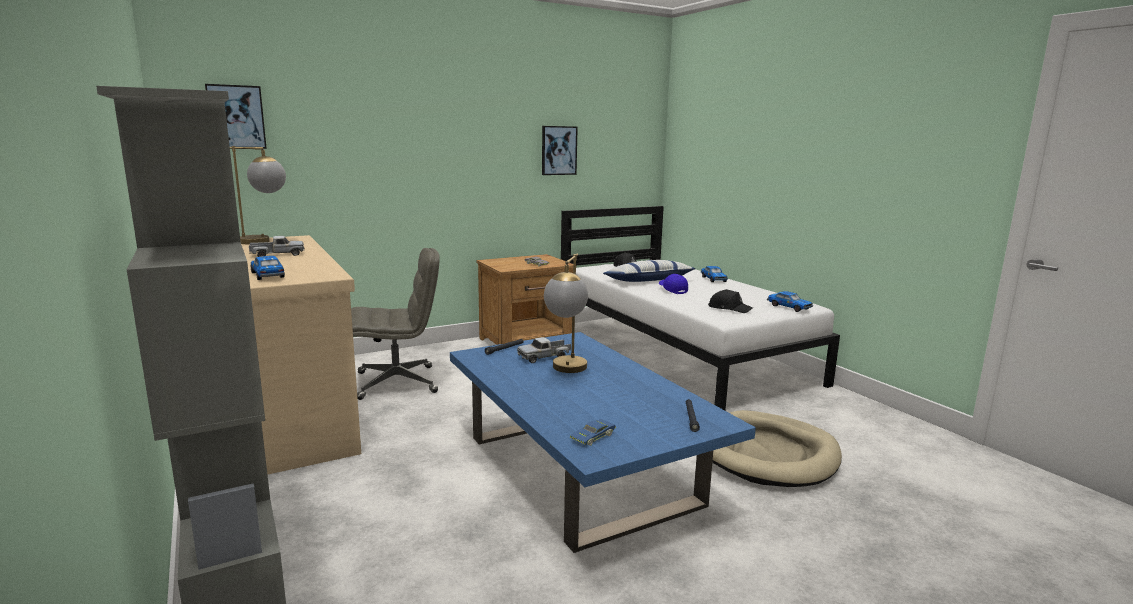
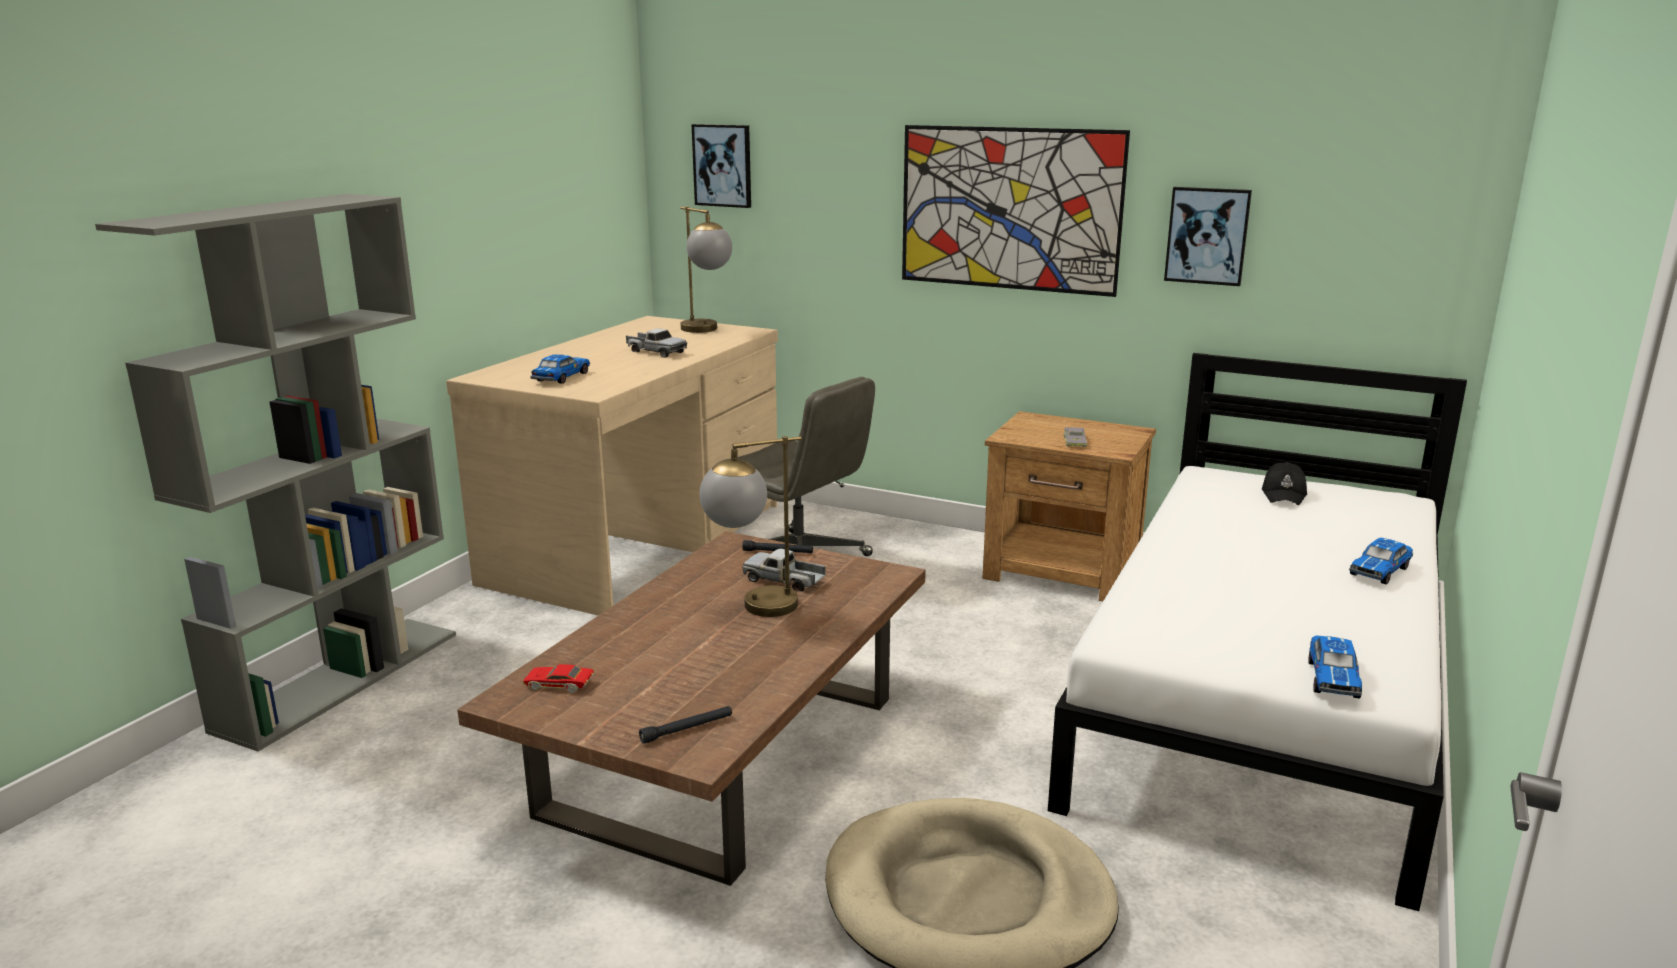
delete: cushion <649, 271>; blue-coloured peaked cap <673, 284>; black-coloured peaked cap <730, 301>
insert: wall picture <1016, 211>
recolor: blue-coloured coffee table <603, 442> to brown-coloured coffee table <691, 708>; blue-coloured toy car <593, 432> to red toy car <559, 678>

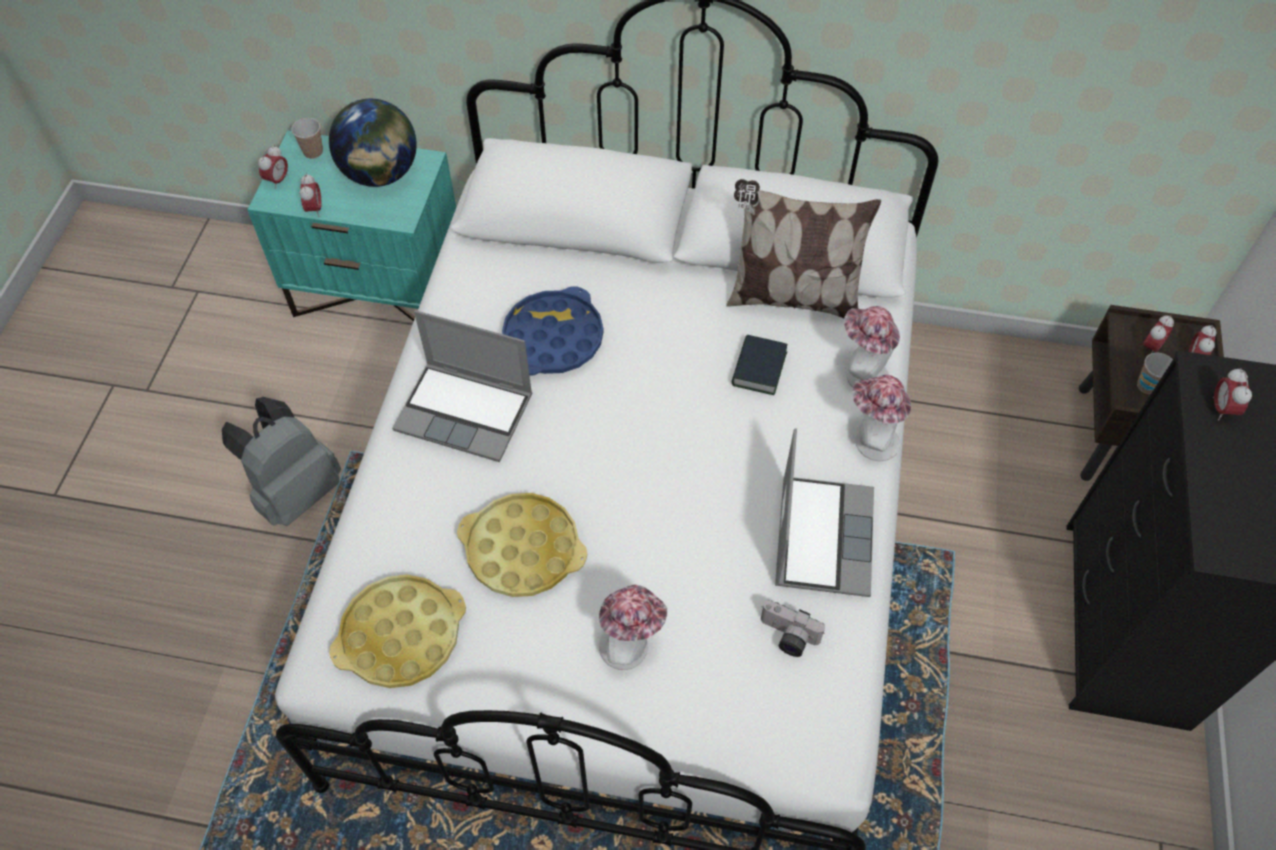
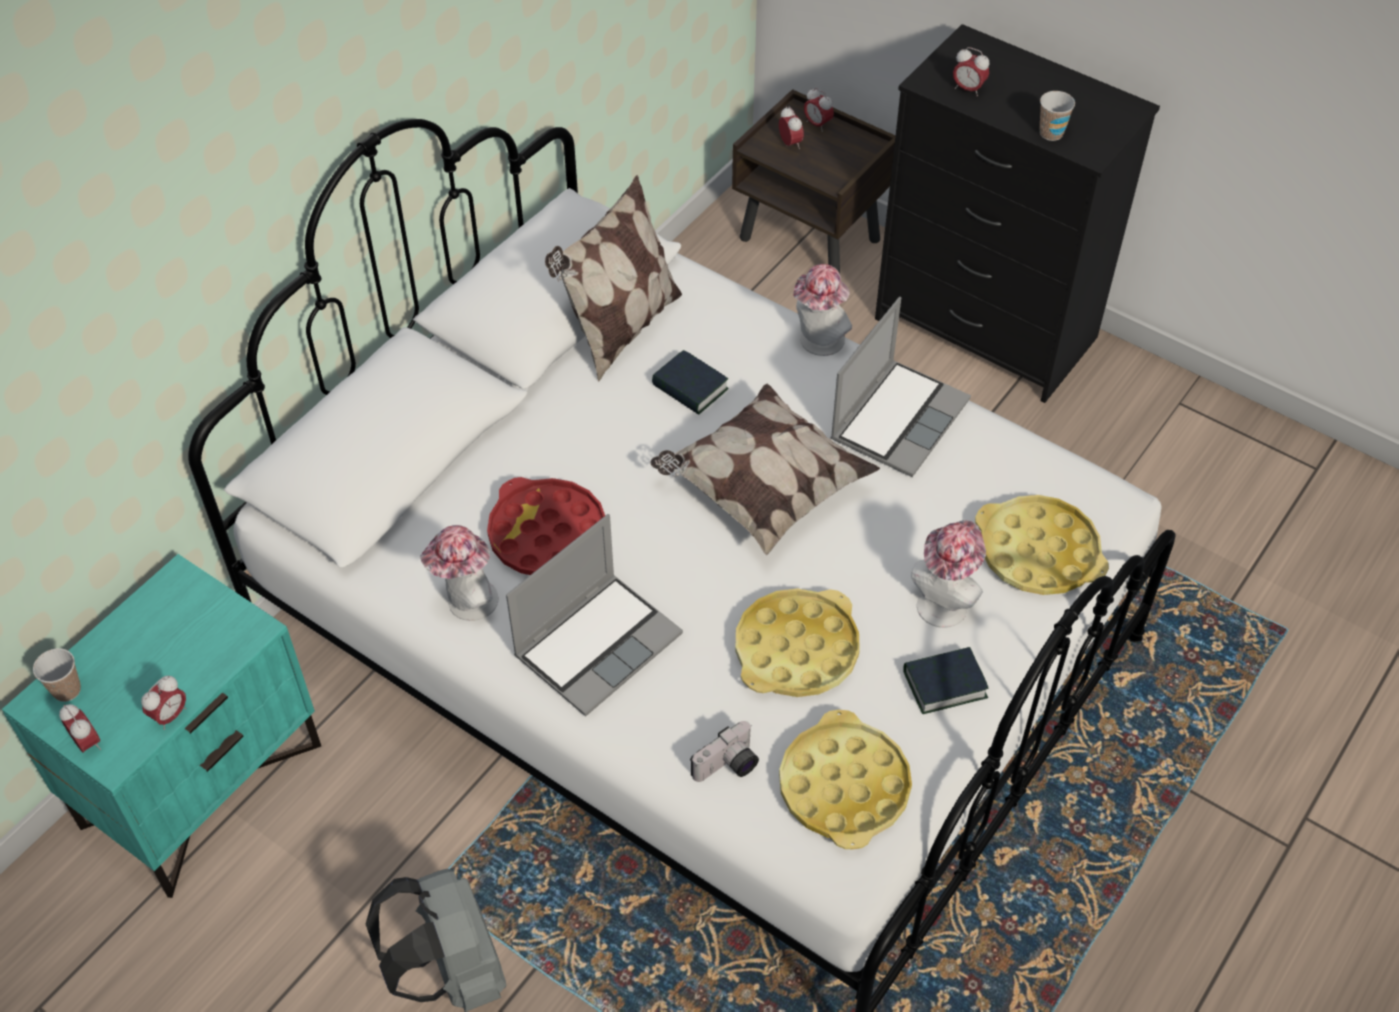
delete: desk globe <373, 143>
insert: cushion <765, 469>; book <946, 680>; yellowish tray <1042, 545>
move: still camera <793, 628> to <724, 751>; wearable hat <872, 346> to <459, 573>; small cup <1155, 373> to <1057, 116>
recolor: blue-coloured tray <553, 331> to red tray <546, 526>
rotate: table clock <311, 195> = <163, 703> 105 degrees clockwise; portable computer <824, 512> = <900, 387> 90 degrees clockwise

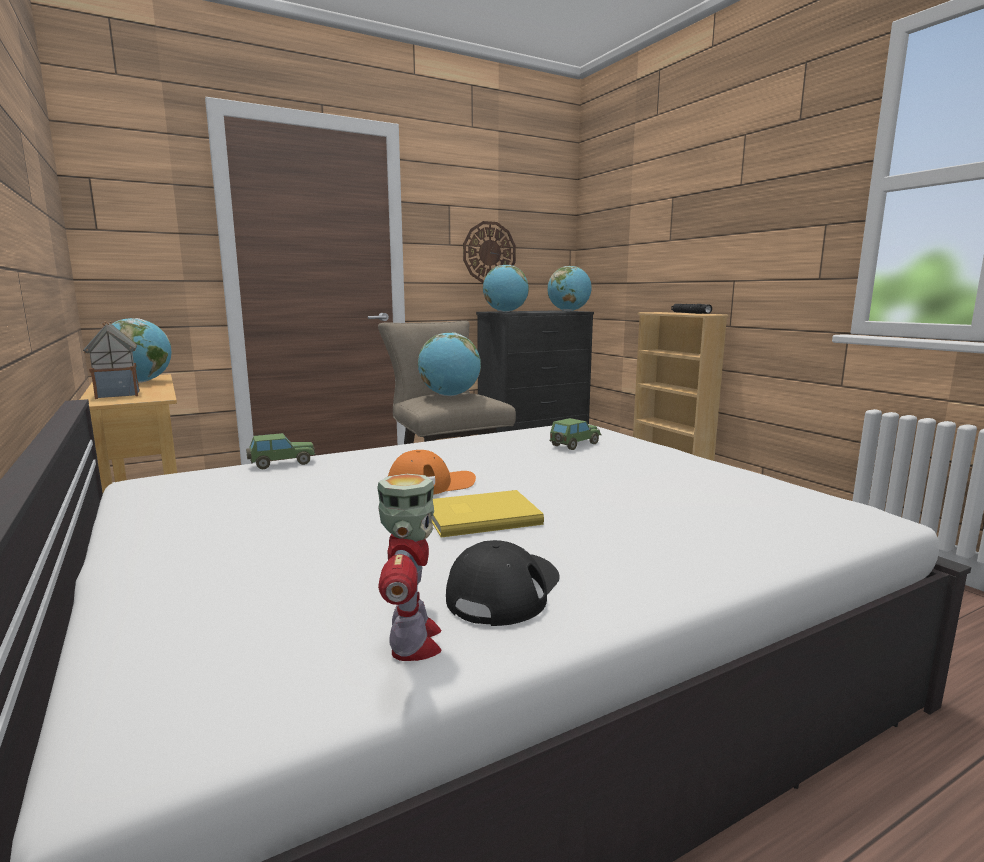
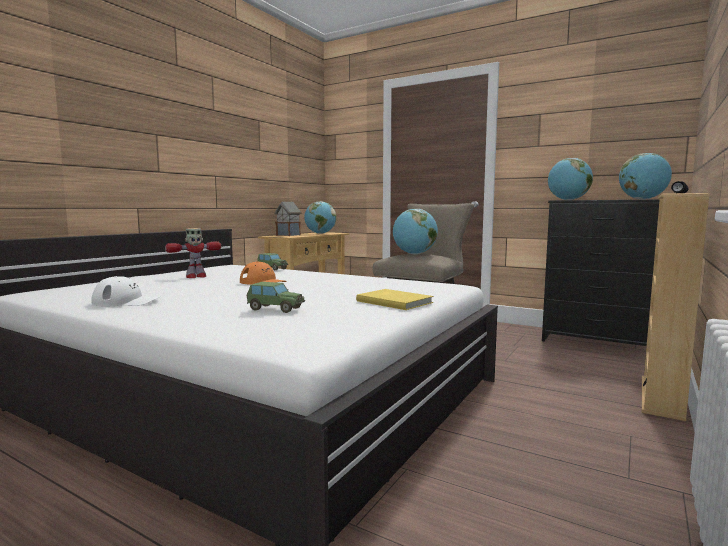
delete: hanging clock <489, 252>
move: model robot <409, 567> to <193, 253>; yellowish book <488, 513> to <394, 299>; toy car <576, 434> to <276, 297>
recolor: black-coloured peaked cap <503, 583> to white-coloured peaked cap <126, 291>

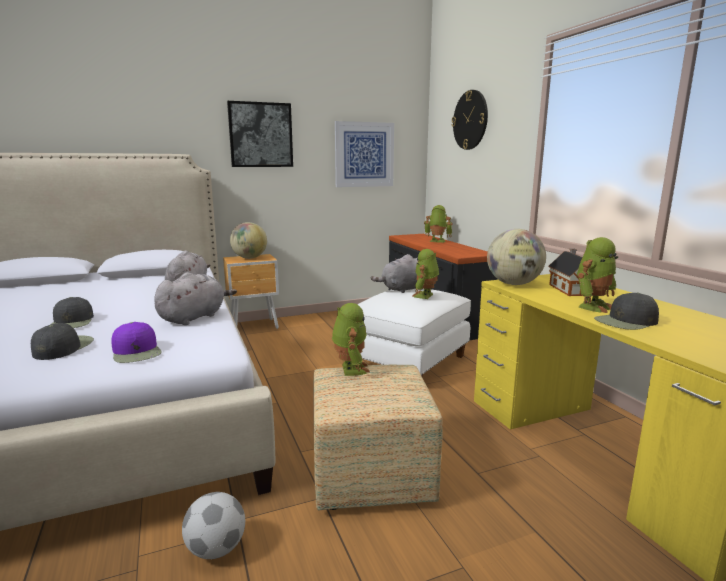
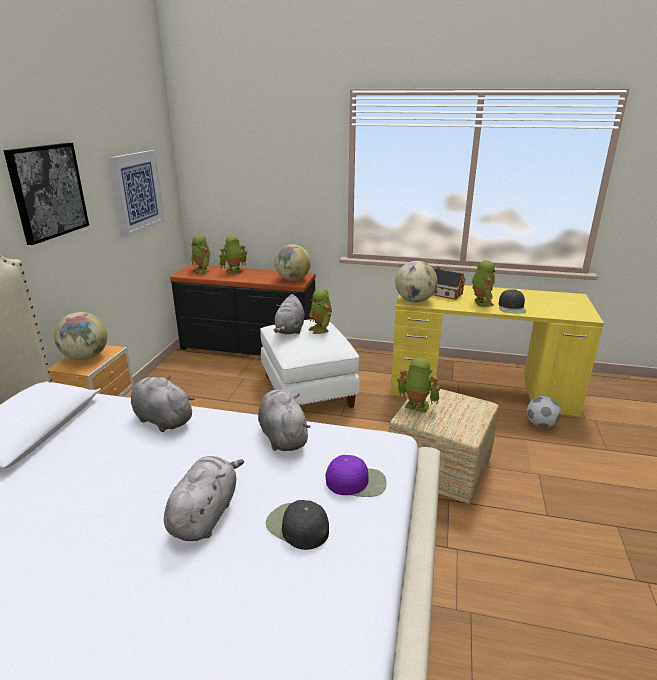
delete: hanging clock <470, 120>
insert: model robot <200, 254>; desk globe <293, 262>
move: football ball <213, 525> to <544, 412>
replace: black-coloured peaked cap <72, 312> to grey plush toy <204, 498>

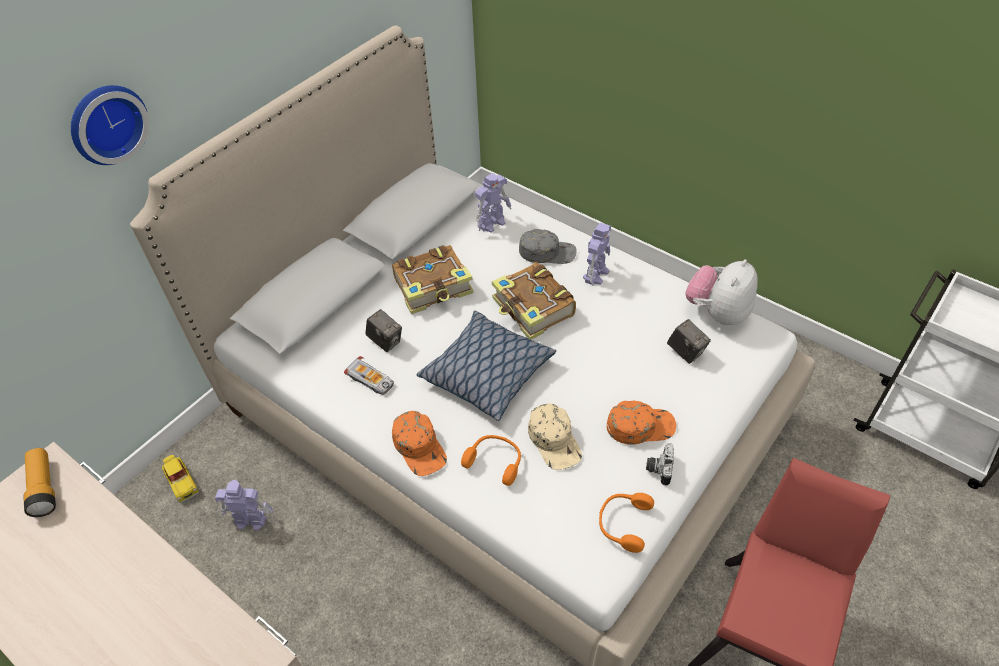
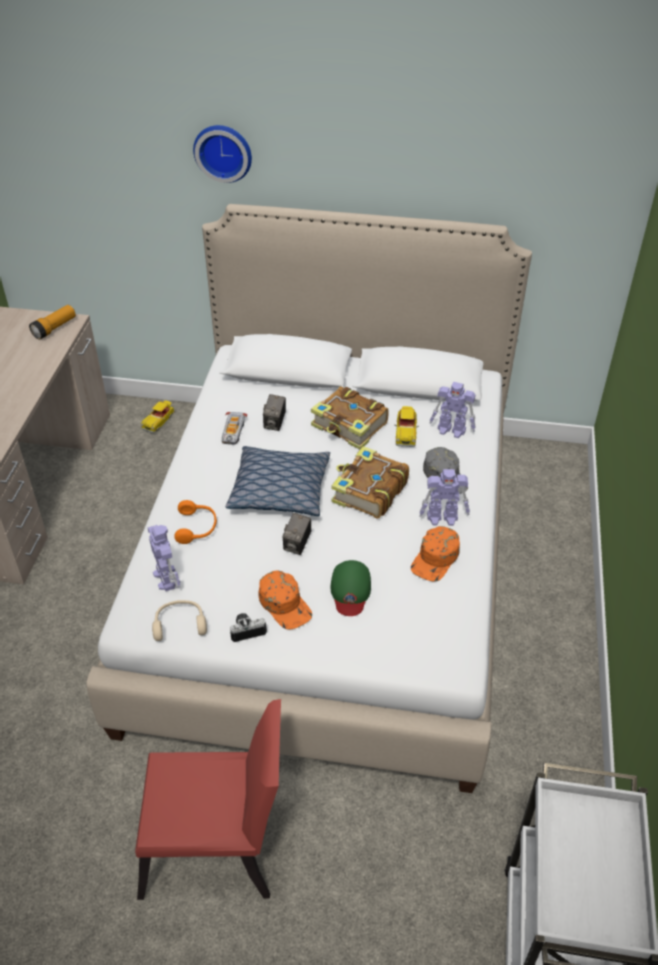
delete: beige-coloured peaked cap <555, 436>; plush toy <722, 292>
insert: green-coloured peaked cap <351, 588>; toy car <407, 426>
move: model robot <244, 505> to <164, 558>; orangey peaked cap <419, 443> to <435, 554>; still camera <689, 341> to <297, 534>
recolor: orangey headphones <626, 523> to beige-coloured headphones <179, 620>

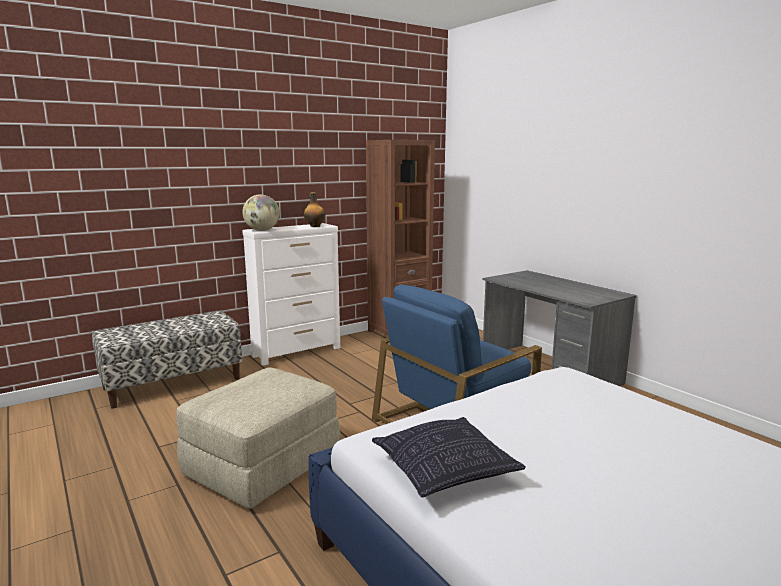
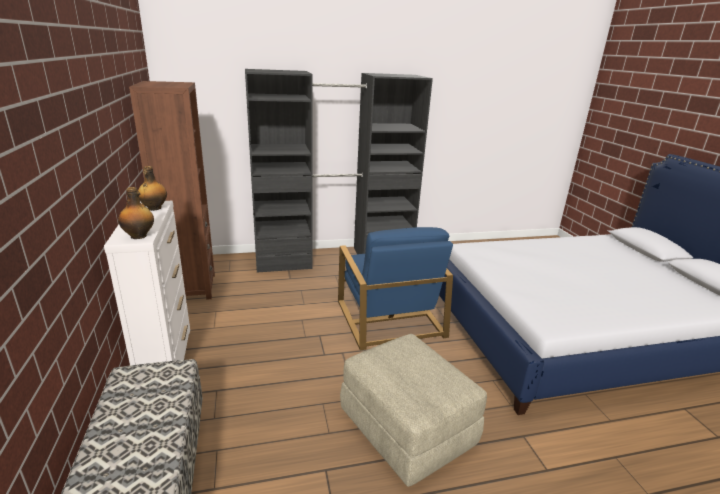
delete: cushion <449, 457>
replace: desk globe <261, 212> to drink bottle <136, 213>; grey desk unit <560, 328> to black-coloured armoire <339, 170>

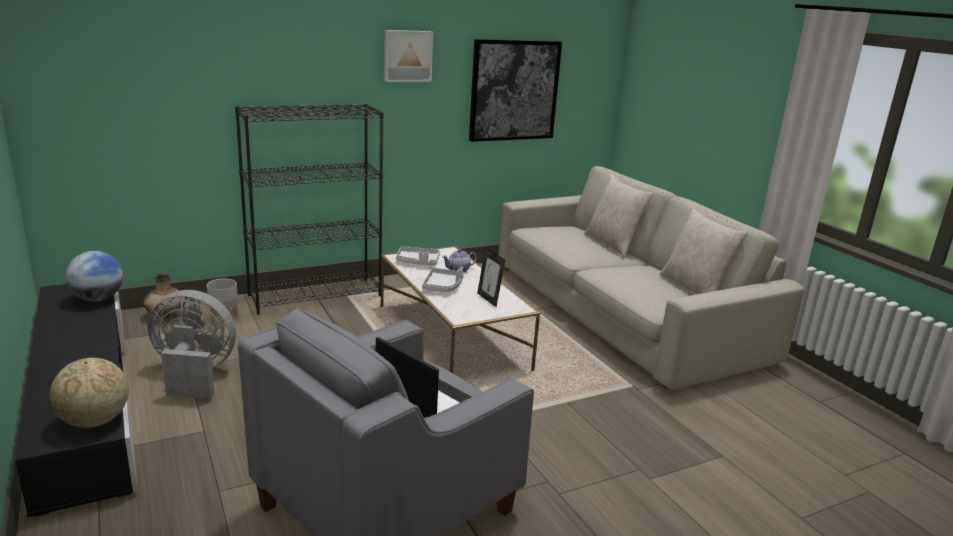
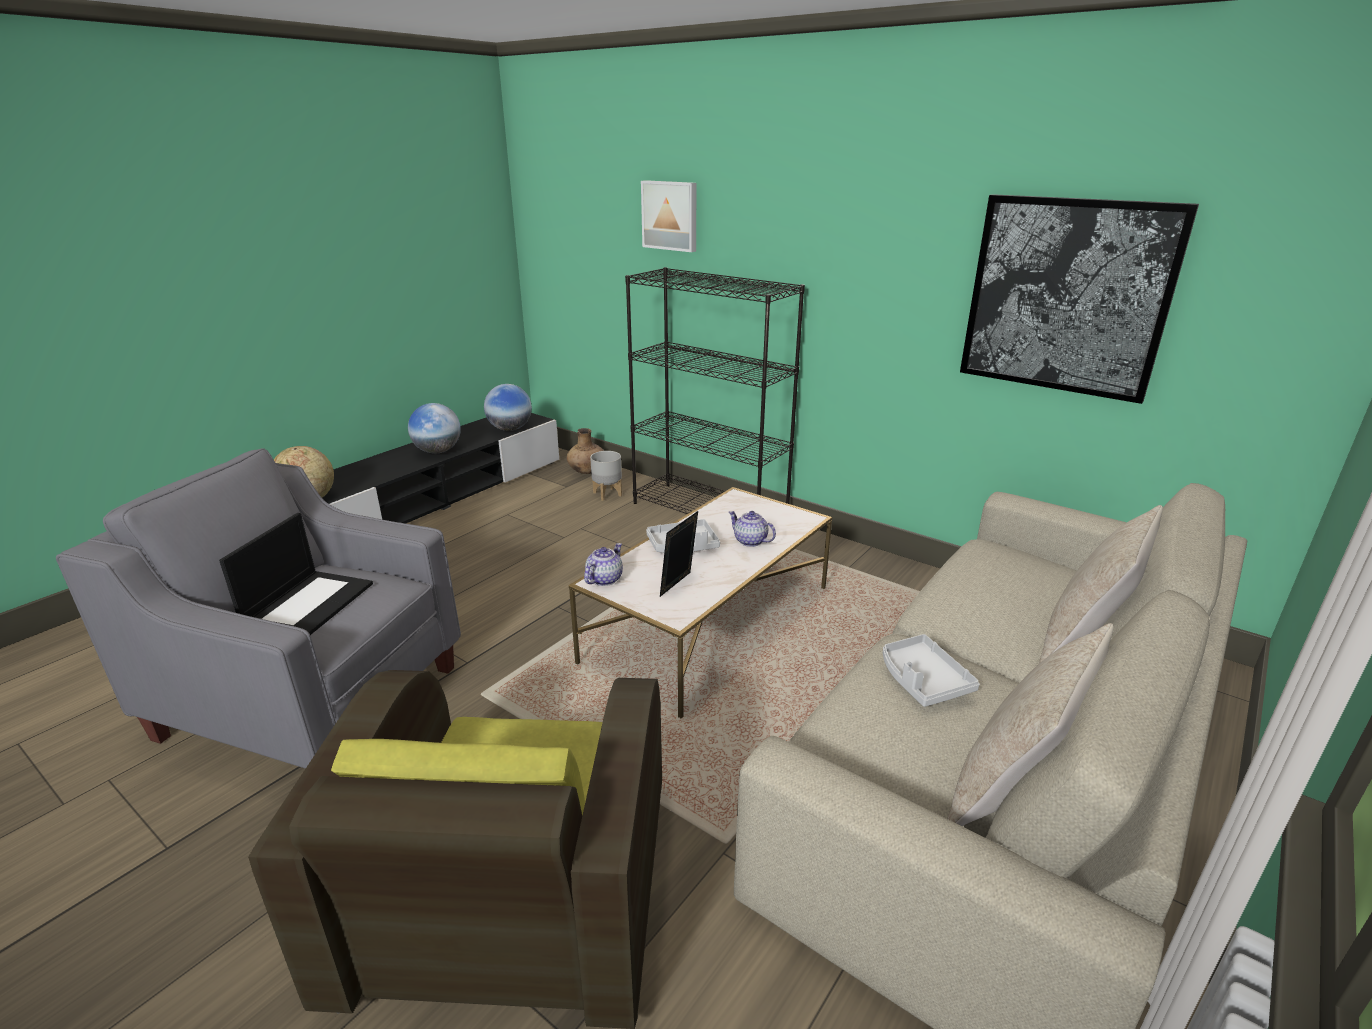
delete: grey electric fan <192, 344>
insert: brown-coloured easy chair <455, 849>; desk globe <434, 428>; teapot <603, 564>
move: wall picture <408, 56> to <669, 216>; grey tray <418, 256> to <931, 670>

